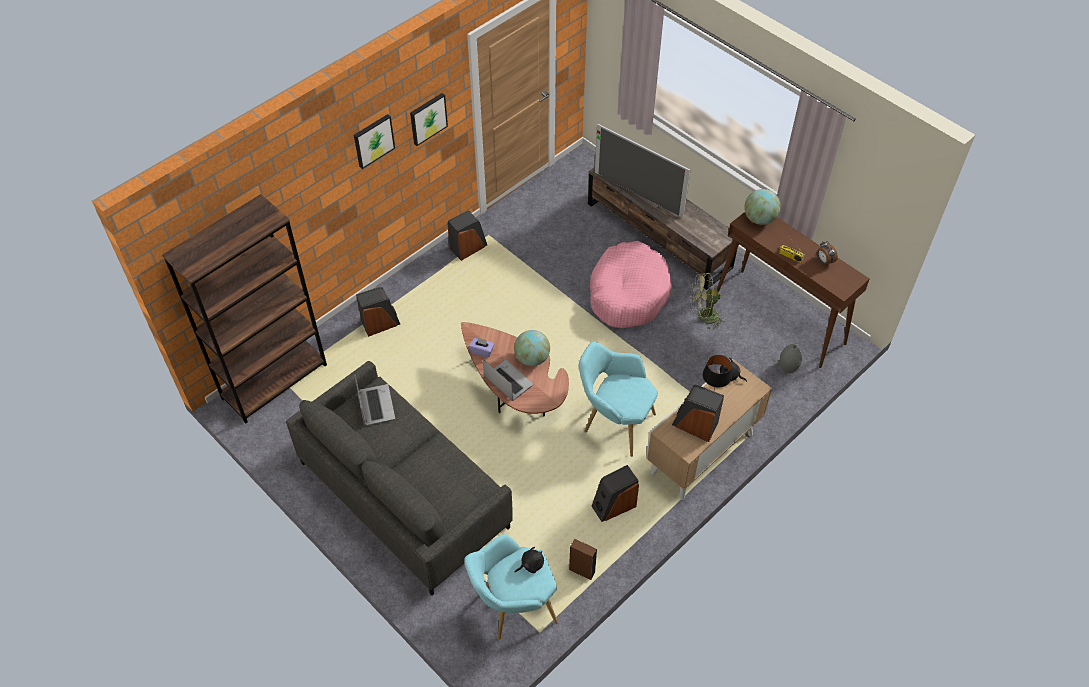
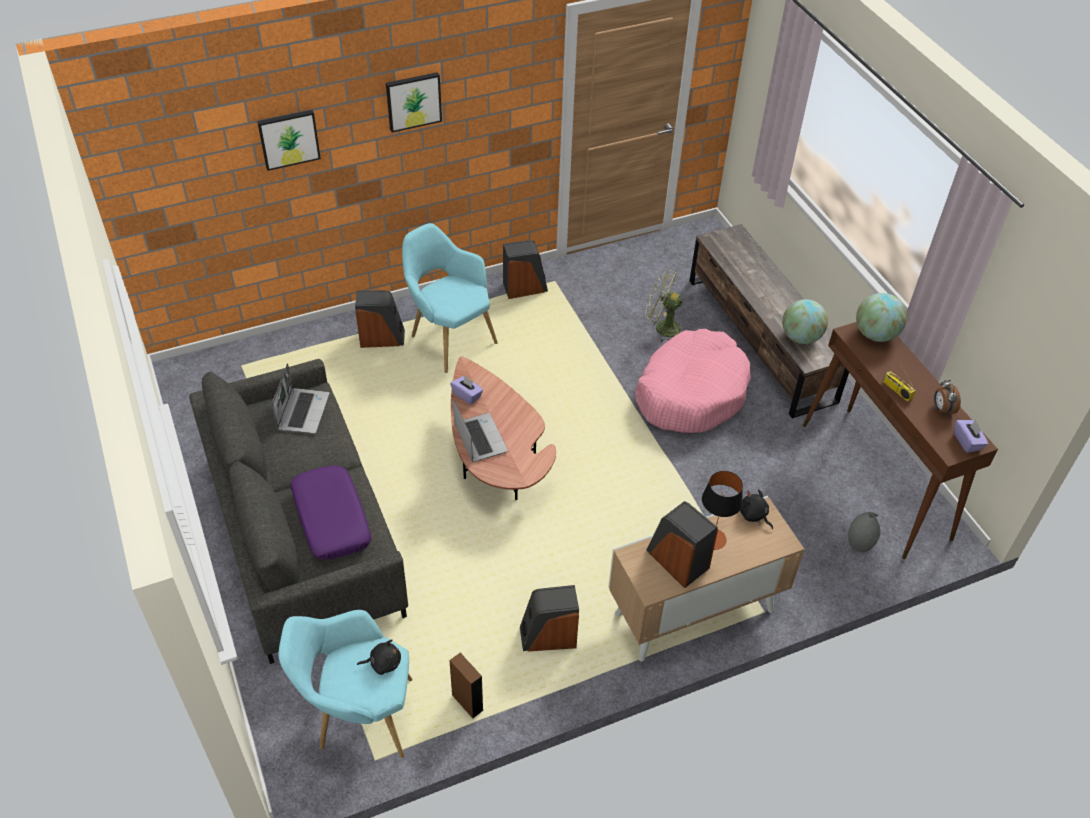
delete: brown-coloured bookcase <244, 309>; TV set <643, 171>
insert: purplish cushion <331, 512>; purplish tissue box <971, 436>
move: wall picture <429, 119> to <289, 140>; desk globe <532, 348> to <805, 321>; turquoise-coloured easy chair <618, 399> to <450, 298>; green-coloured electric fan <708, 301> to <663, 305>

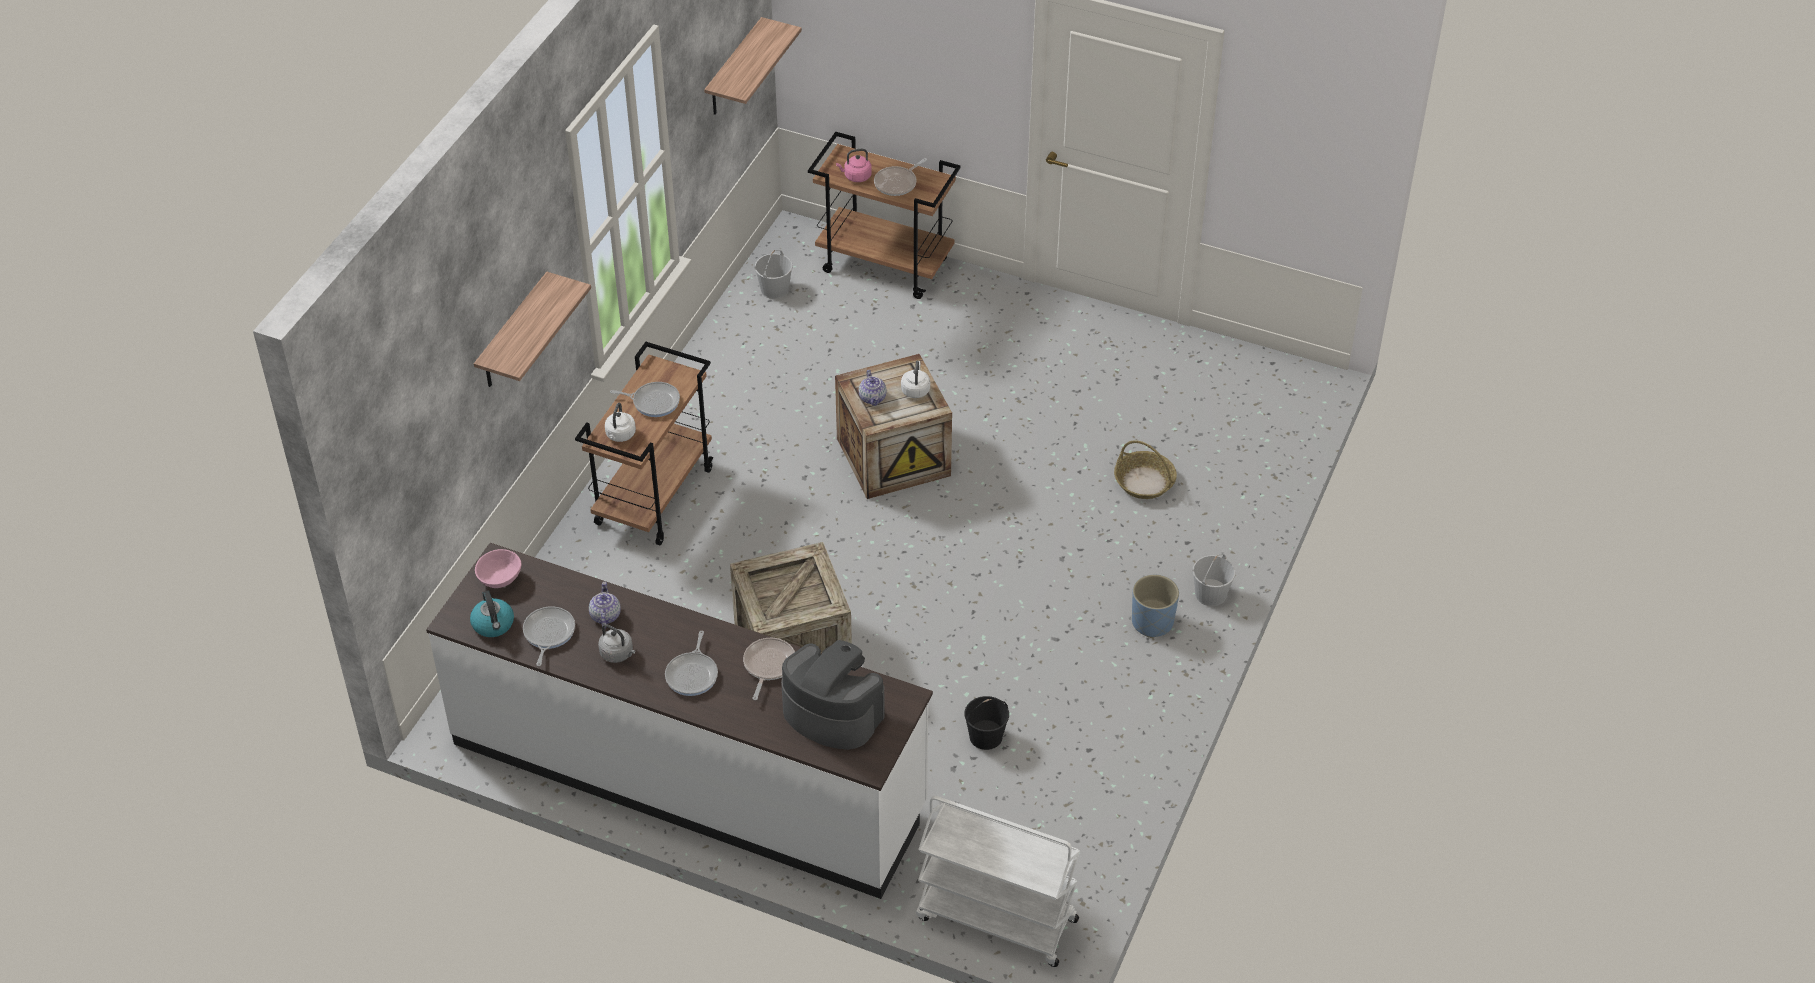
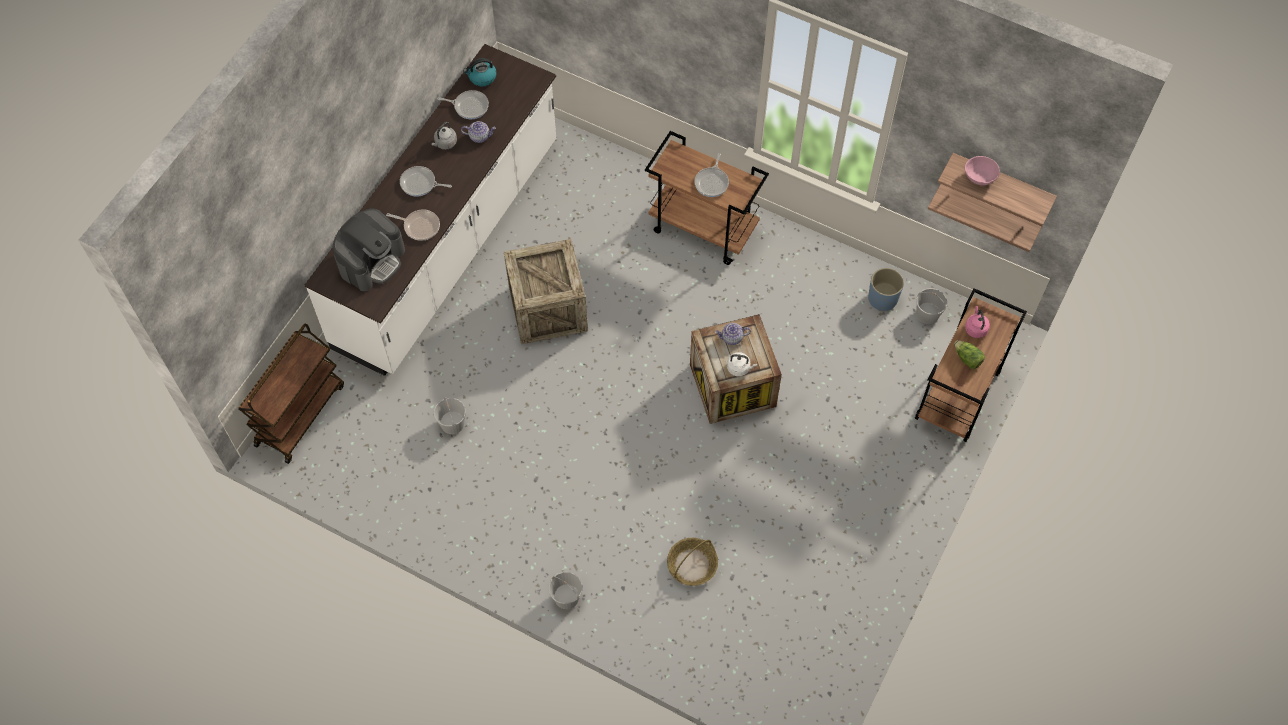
delete: white-coloured kettle <620, 422>
move: shelf <532, 329> to <985, 218>; pink-coloured deep dish <498, 568> to <982, 170>; blue-coloured plant pot <1155, 606> to <886, 289>
replace: frying pan <900, 177> to lettuce head <969, 354>
recolor: white-coloured wheeled cart <998, 881> to brown-coloured wheeled cart <291, 394>; black-coloured water bucket <986, 723> to white-coloured water bucket <450, 415>

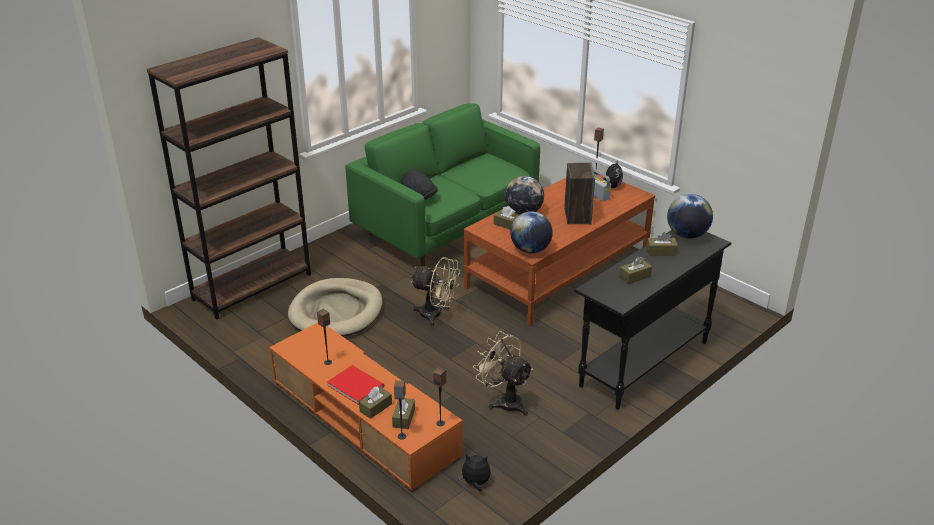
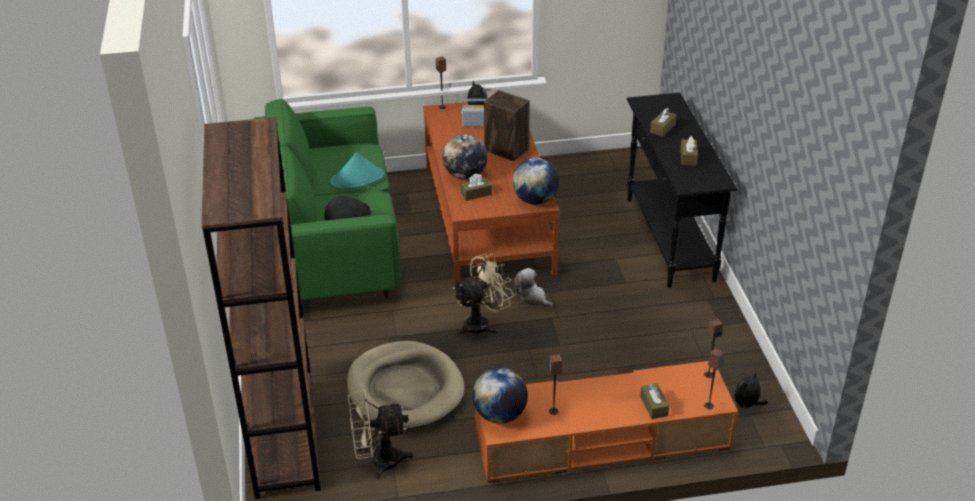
delete: red book <355, 385>; brown-coloured tissue box <403, 413>
insert: turquoise-coloured wearable hat <357, 170>; plush toy <533, 288>
move: beige-coloured electric fan <503, 373> to <380, 435>; desk globe <690, 216> to <500, 396>

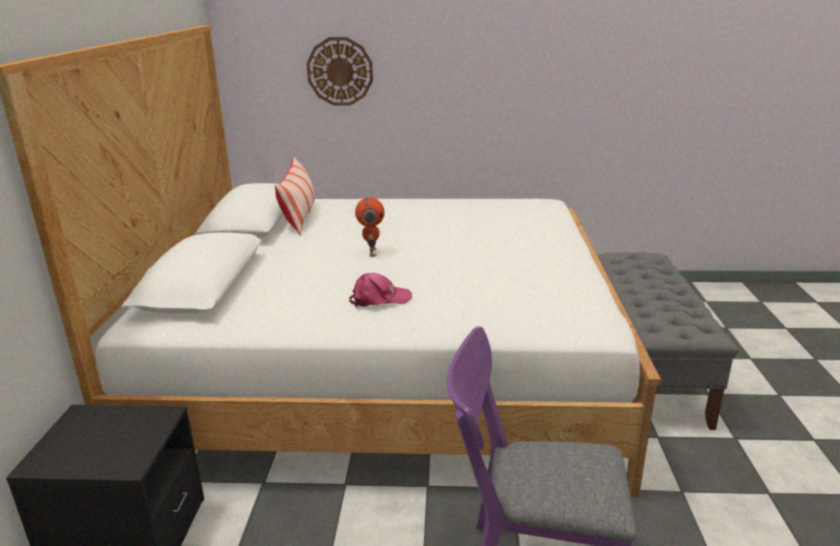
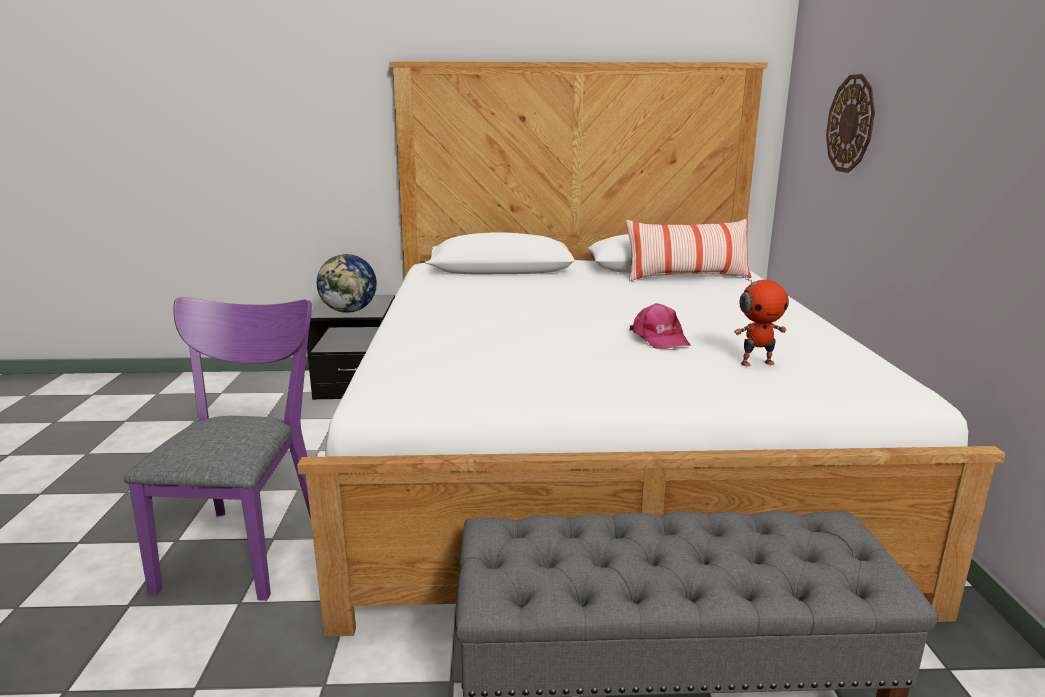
insert: desk globe <347, 283>
move: pink-coloured peaked cap <380, 290> to <660, 326>; model robot <370, 227> to <761, 319>

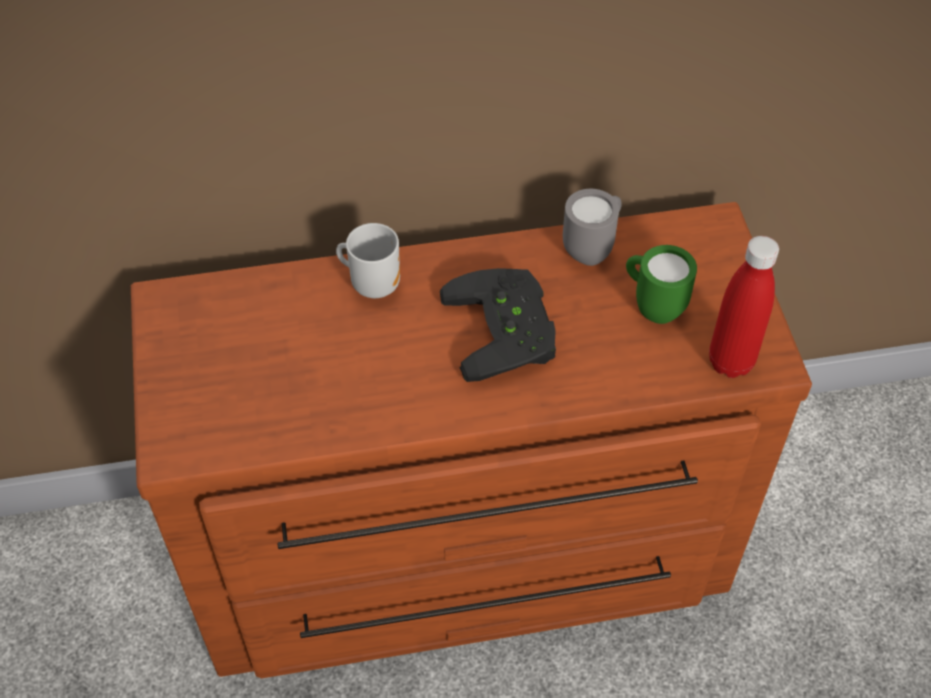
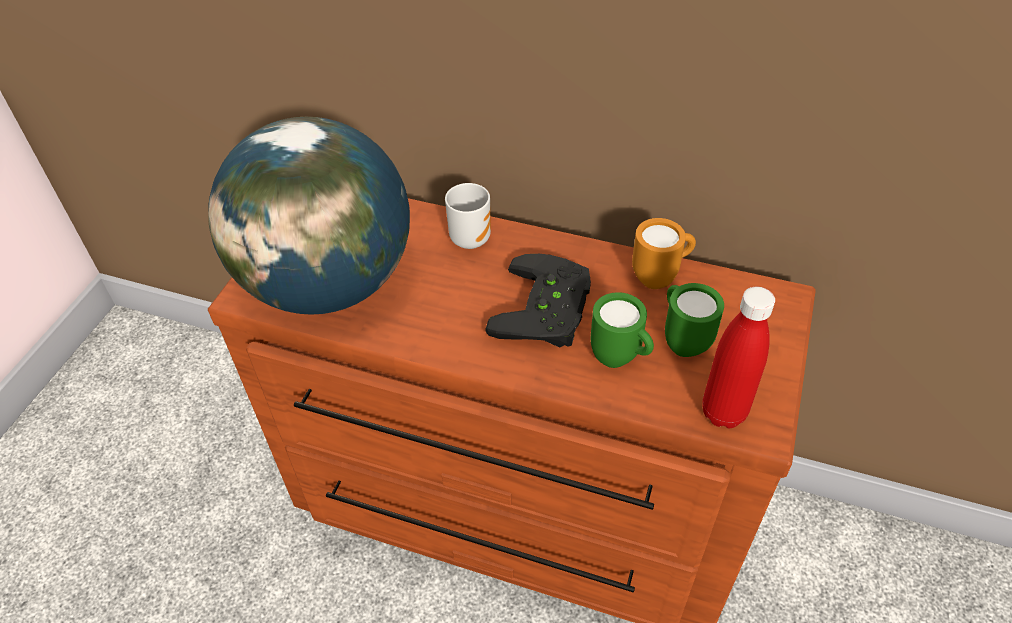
insert: desk globe <309, 216>; green-coloured tea mug <622, 330>
recolor: grey tea mug <592, 227> to orangey tea mug <664, 253>

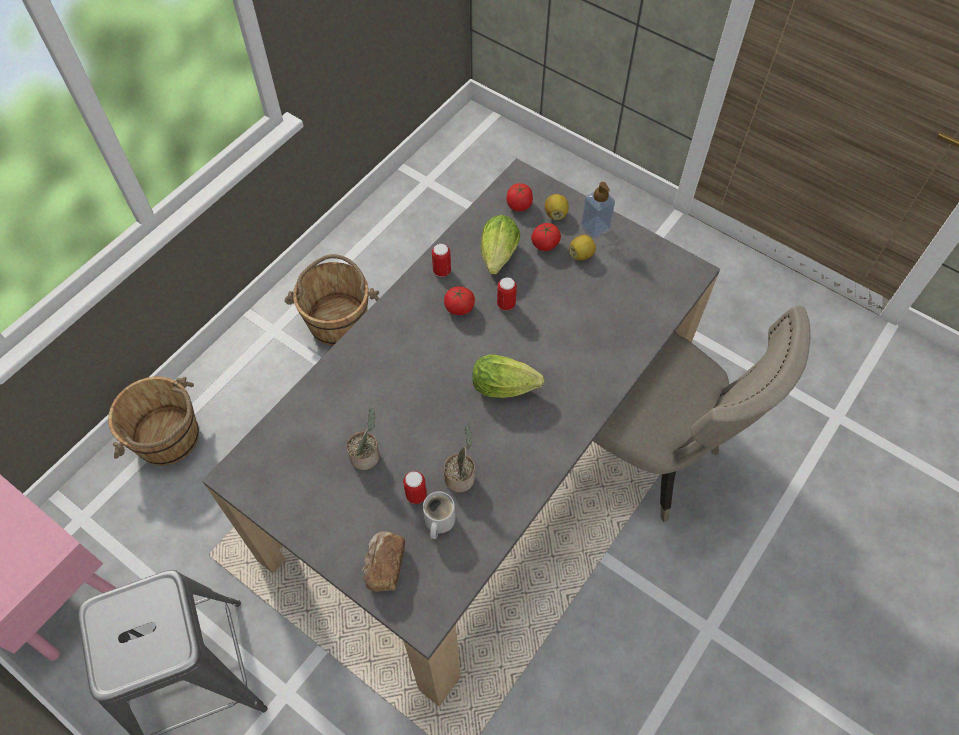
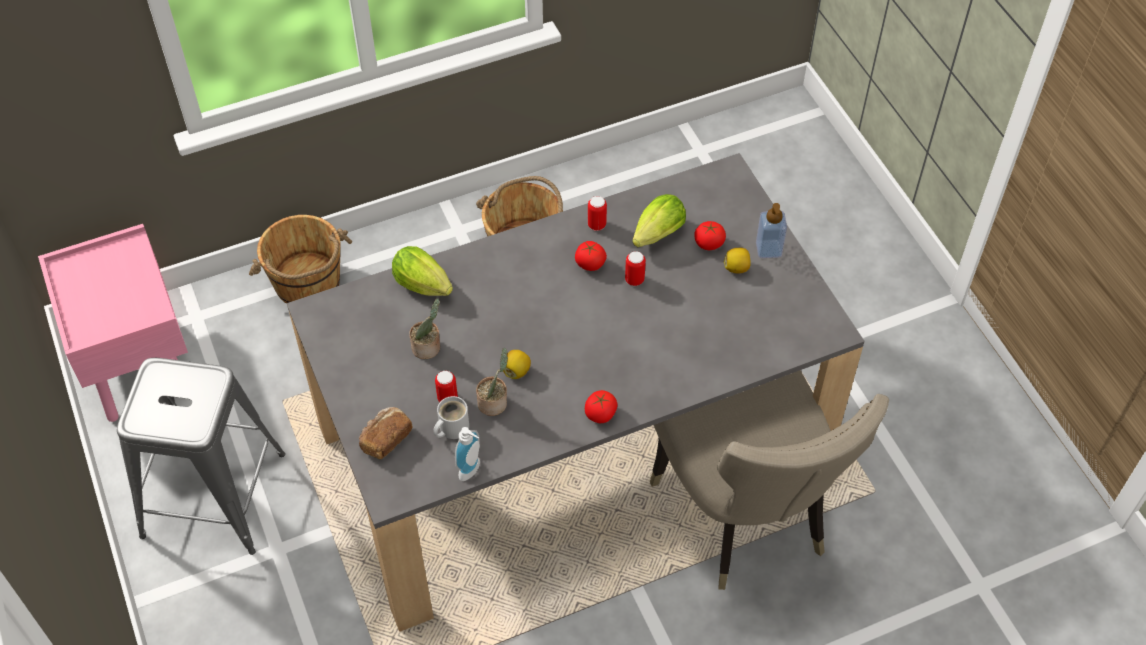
insert: liquid soap bottle <467, 454>
move: lettuce head <508, 376> to <422, 271>; fresh tomato <520, 197> to <601, 406>; citrus fruit <557, 207> to <517, 364>

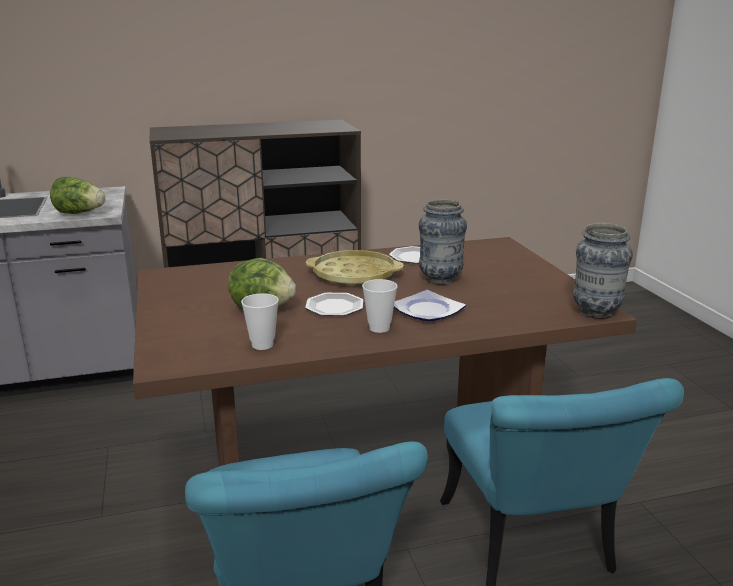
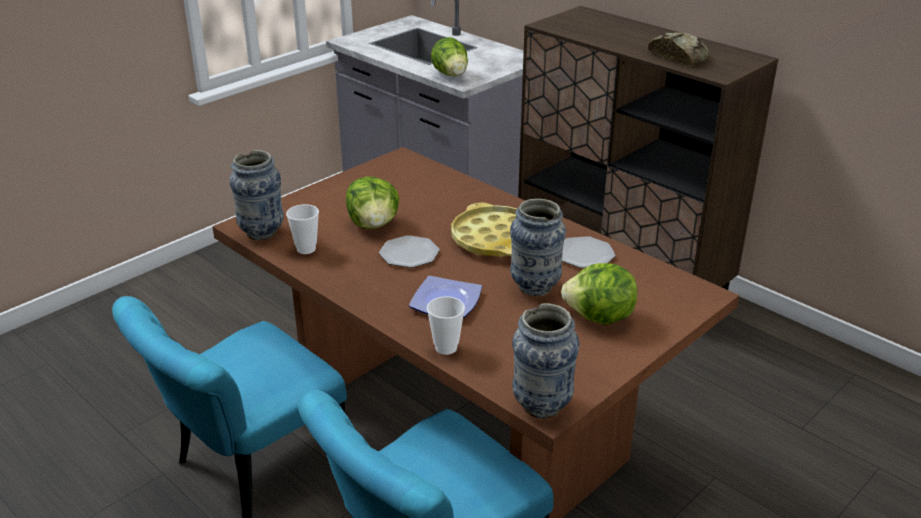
insert: decorative vase <256, 195>; lettuce head <599, 294>; bakery bread <678, 49>
move: small cup <380, 306> to <446, 325>

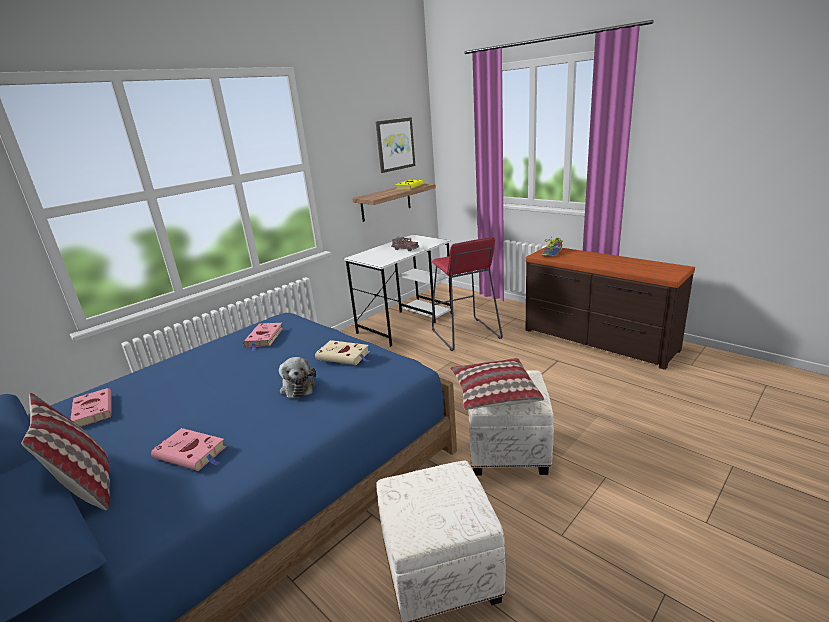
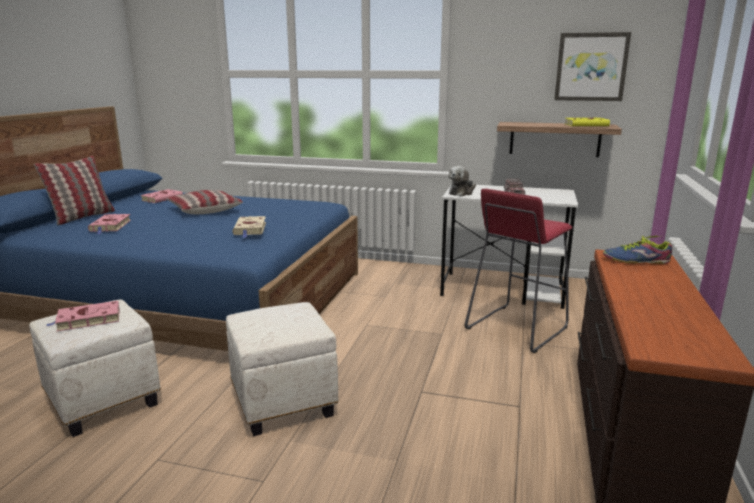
move: pink-coloured book <263, 337> to <83, 316>; plush toy <297, 378> to <462, 181>; cushion <497, 384> to <204, 202>

